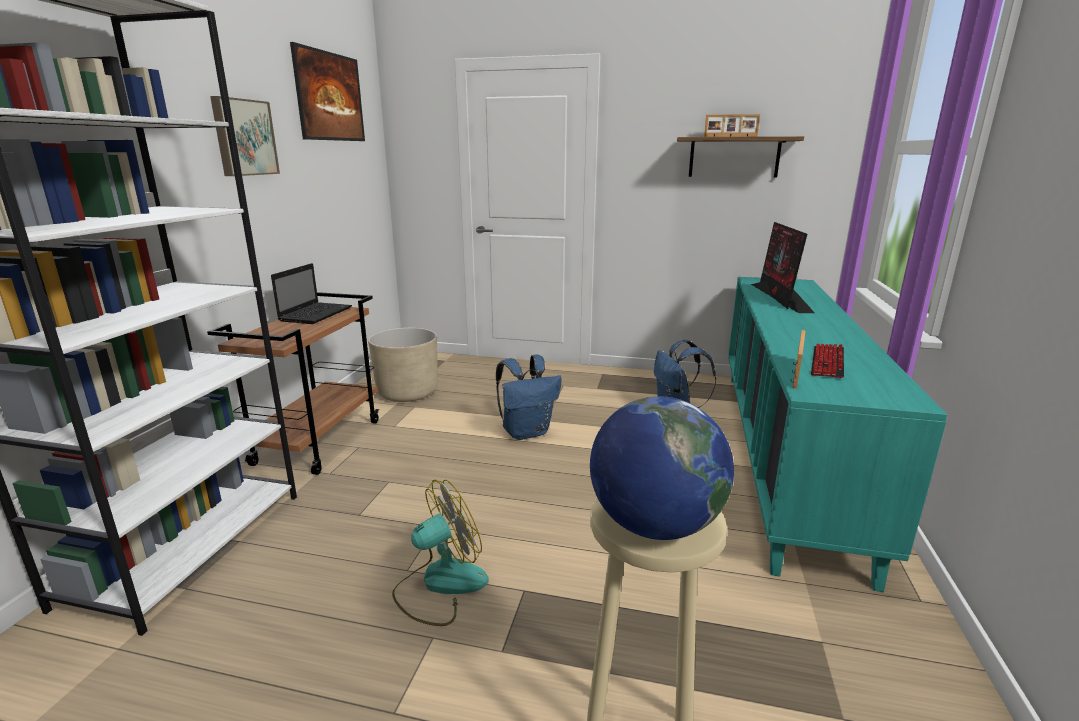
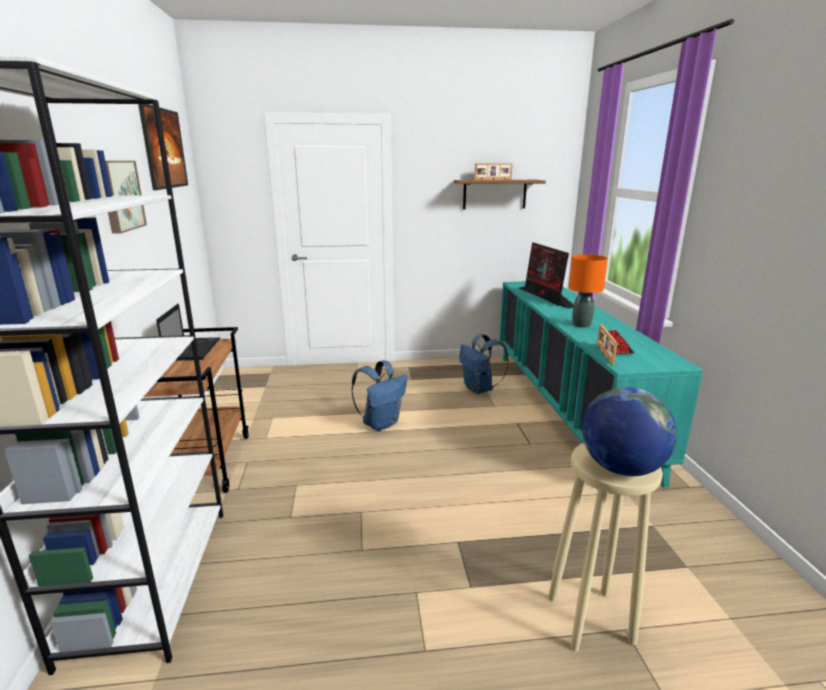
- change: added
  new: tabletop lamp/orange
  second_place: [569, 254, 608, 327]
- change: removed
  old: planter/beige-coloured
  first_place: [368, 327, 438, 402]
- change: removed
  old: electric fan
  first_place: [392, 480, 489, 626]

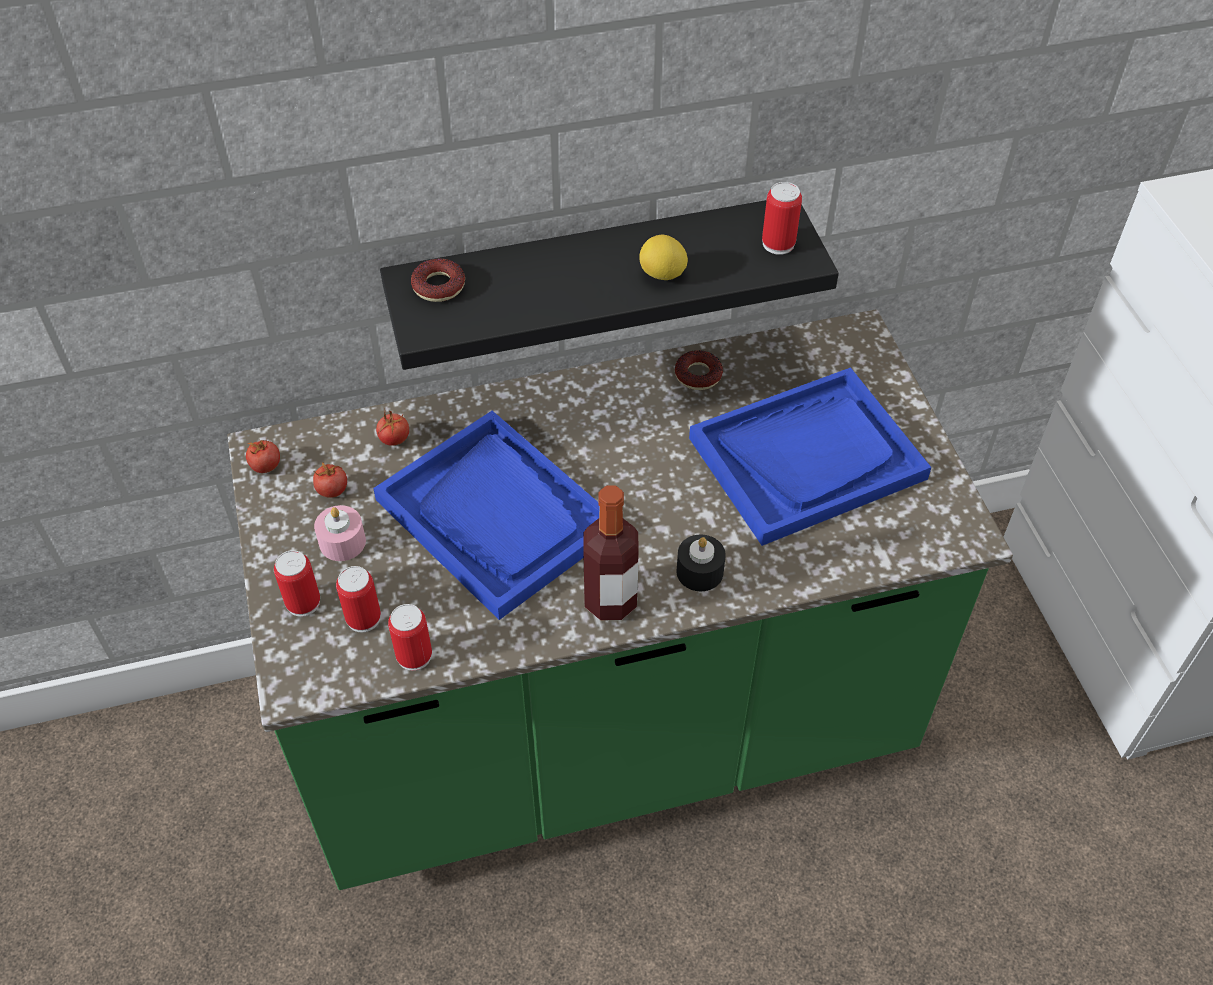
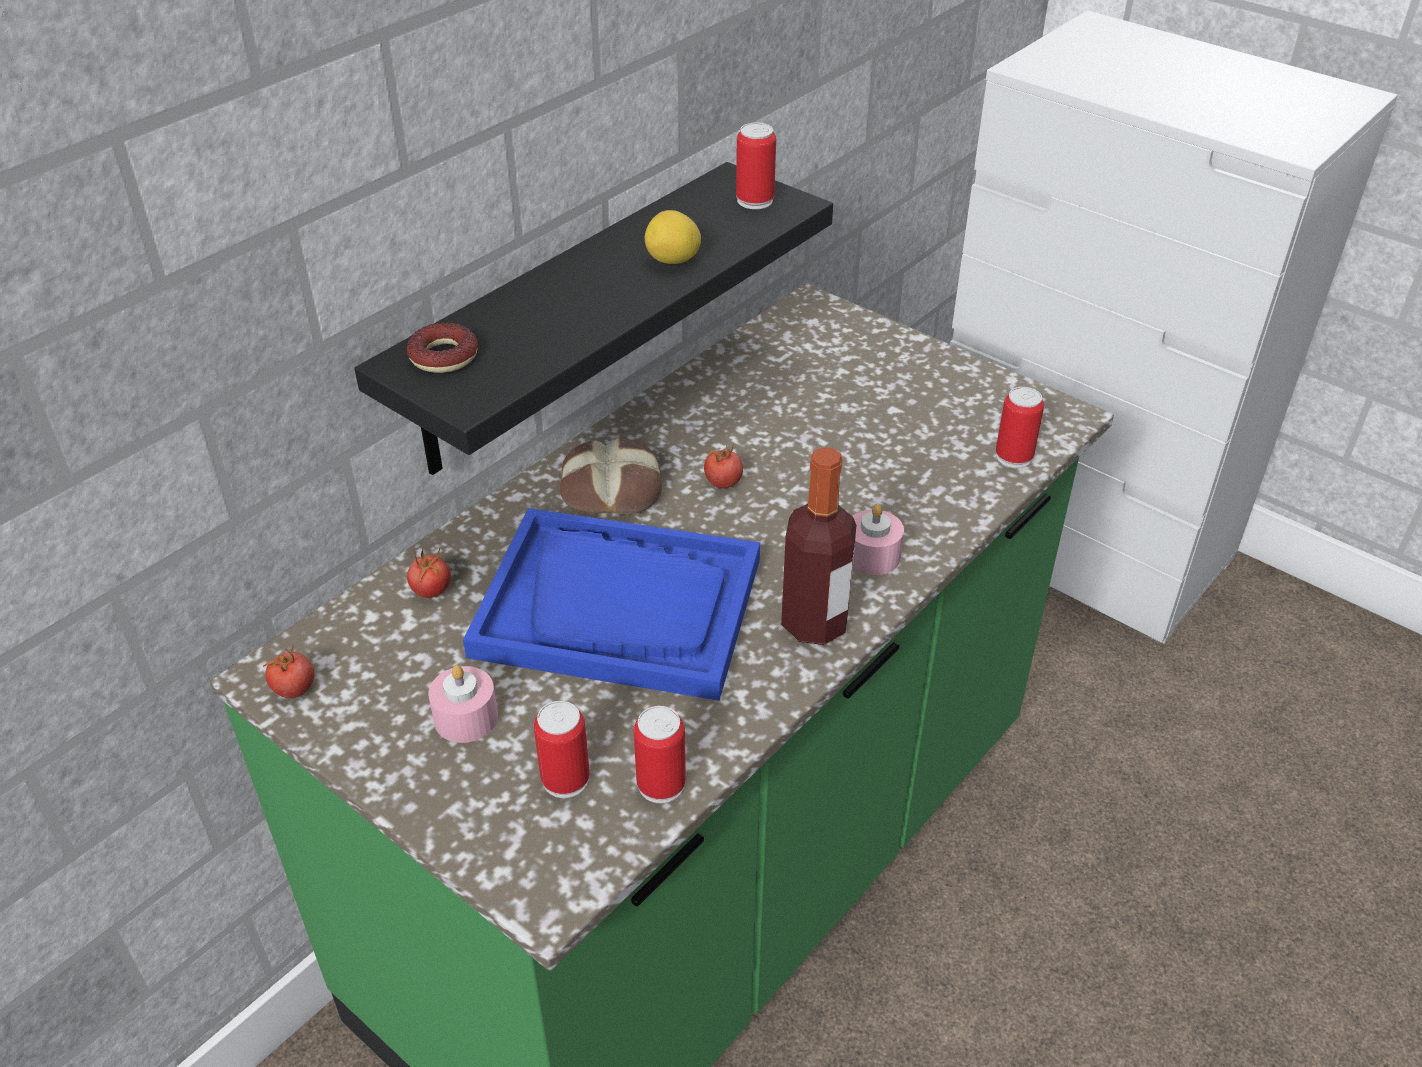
- change: added
  new: bakery bread
  second_place: [560, 438, 662, 515]
- change: moved
  old: fresh tomato
  first_place: [313, 462, 347, 498]
  second_place: [704, 444, 743, 488]
- change: recoloured
  old: wax candle/blackish
  new: wax candle/pink
  first_place: [676, 534, 726, 591]
  second_place: [853, 504, 904, 575]
- change: moved
  old: can
  first_place: [274, 550, 320, 617]
  second_place: [996, 387, 1044, 468]
- change: removed
  old: ring doughnut
  first_place: [675, 350, 723, 390]
- change: removed
  old: tray/bluish
  first_place: [689, 367, 932, 546]

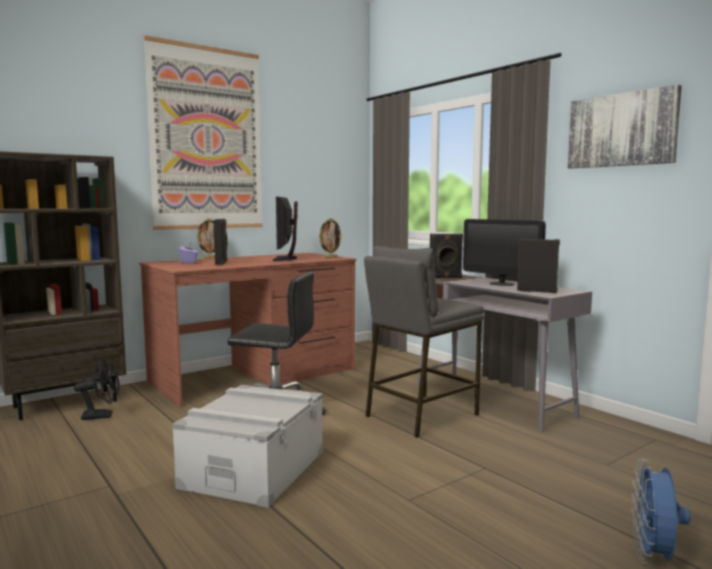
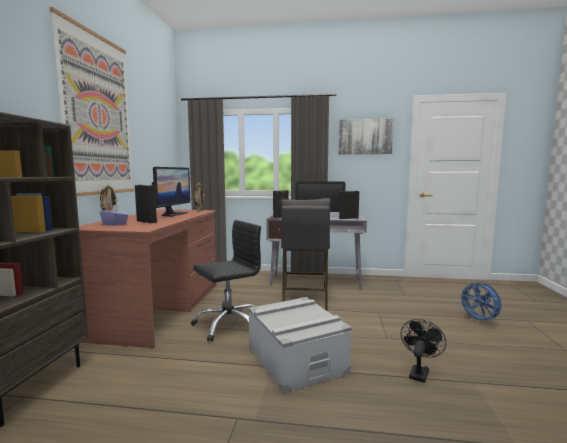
- change: turned
  old: monitor
  first_place: [273, 197, 298, 261]
  second_place: [152, 167, 191, 217]
  degrees: -120
- change: moved
  old: electric fan/blackish
  first_place: [74, 359, 119, 420]
  second_place: [400, 319, 446, 383]

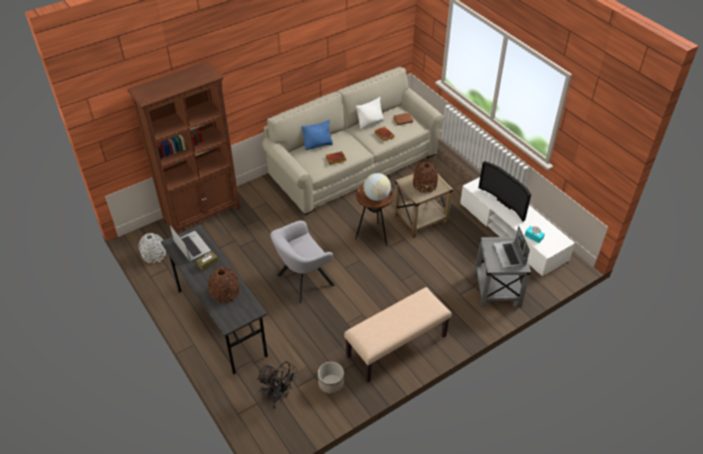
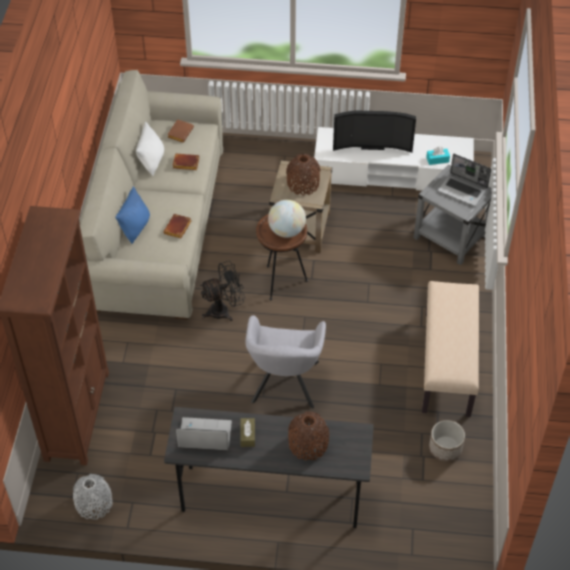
- change: moved
  old: electric fan/blackish
  first_place: [256, 361, 297, 408]
  second_place: [200, 261, 245, 321]

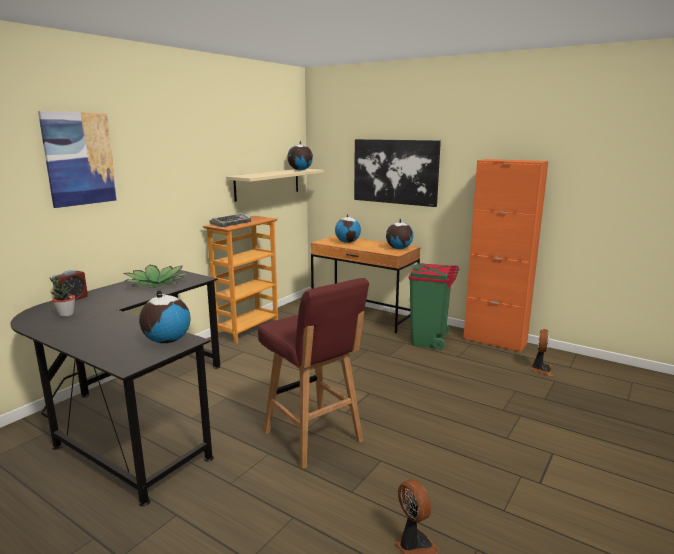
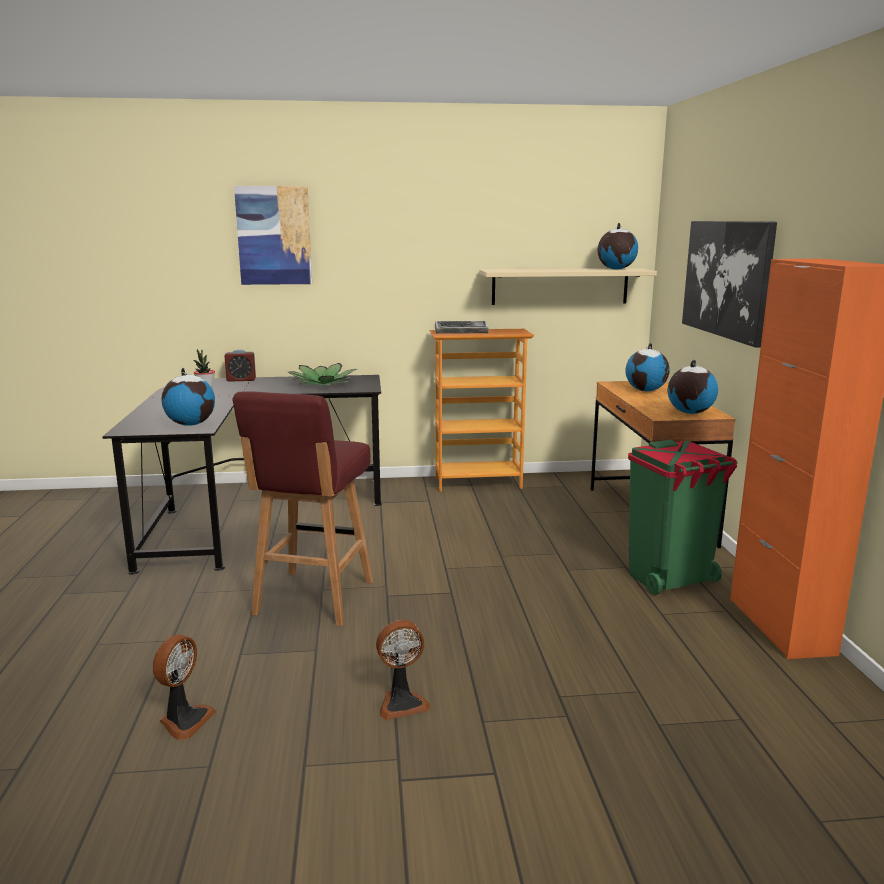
- change: moved
  old: electric fan
  first_place: [531, 329, 553, 376]
  second_place: [376, 620, 431, 720]

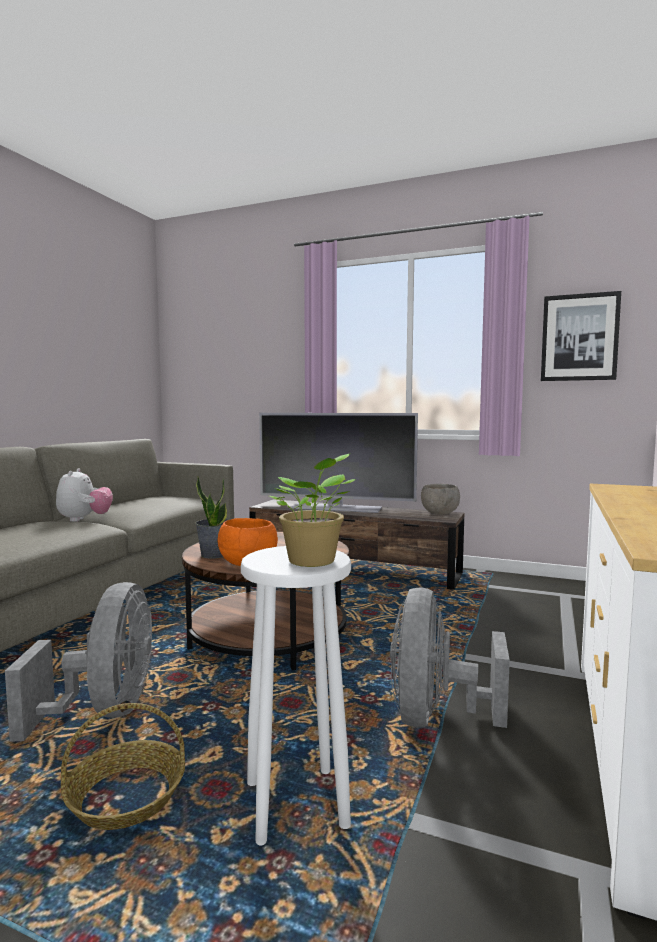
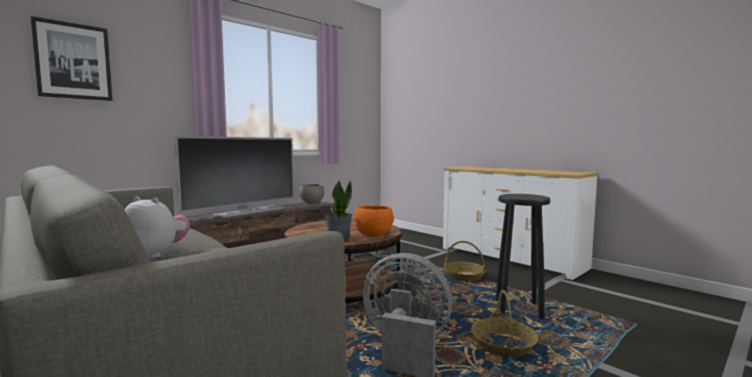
- change: moved
  old: picture
  first_place: [541, 291, 621, 381]
  second_place: [31, 16, 112, 101]
- change: replaced
  old: electric fan/greyish
  new: household basket
  first_place: [390, 587, 510, 728]
  second_place: [443, 241, 487, 281]
- change: recoloured
  old: stool/white
  new: stool/blackish
  first_place: [241, 546, 351, 846]
  second_place: [496, 194, 550, 319]
- change: removed
  old: houseplant
  first_place: [269, 454, 356, 567]

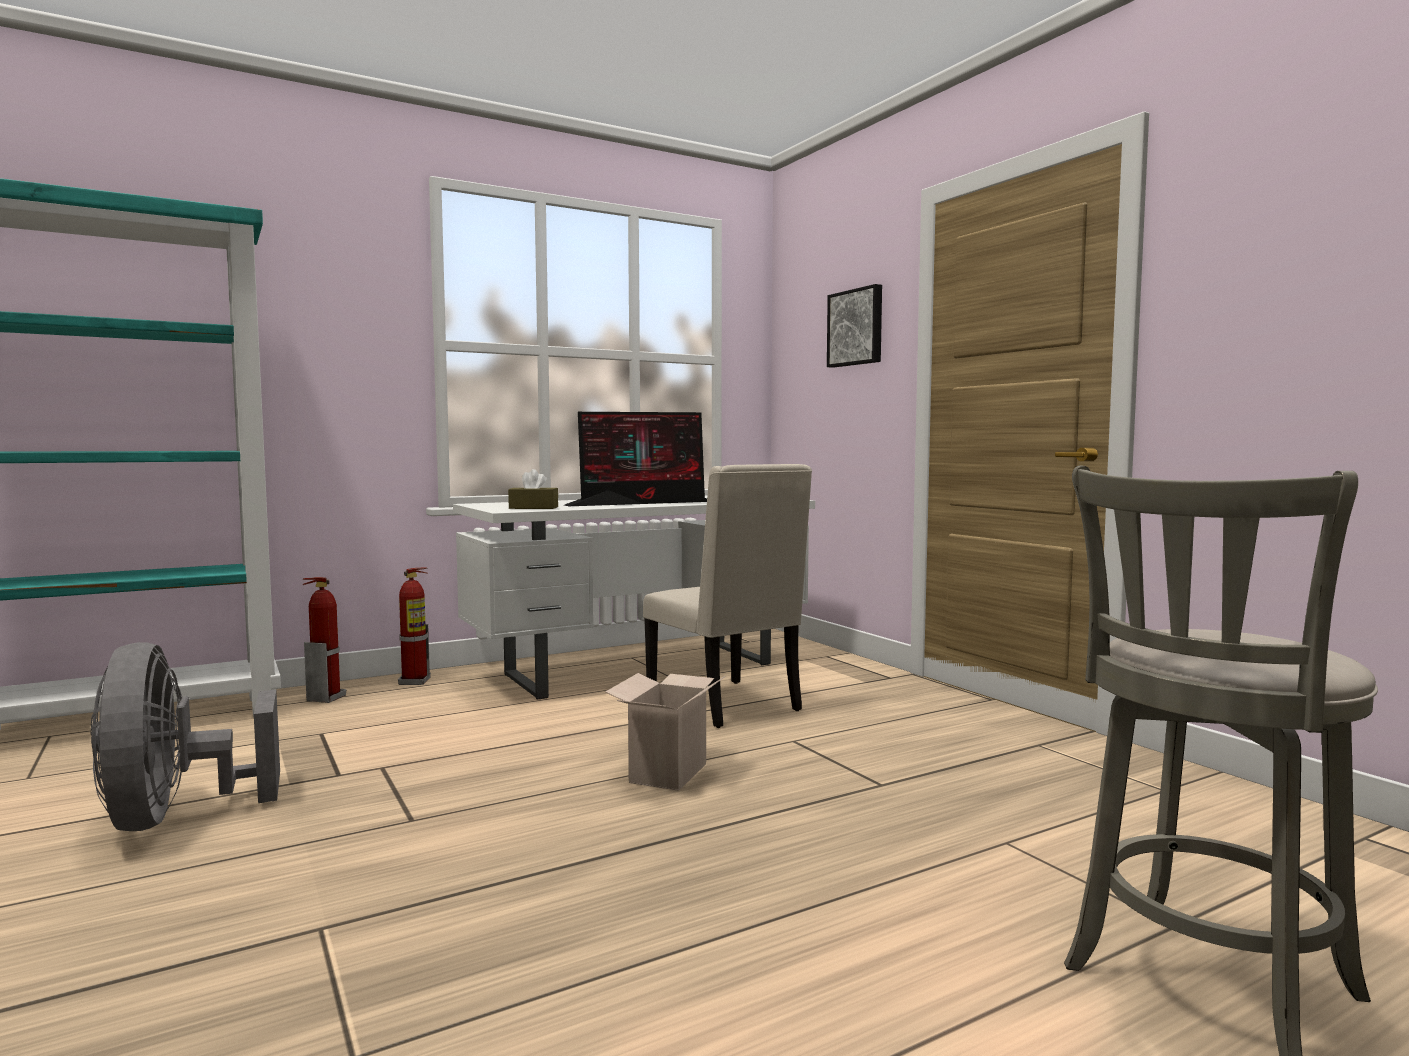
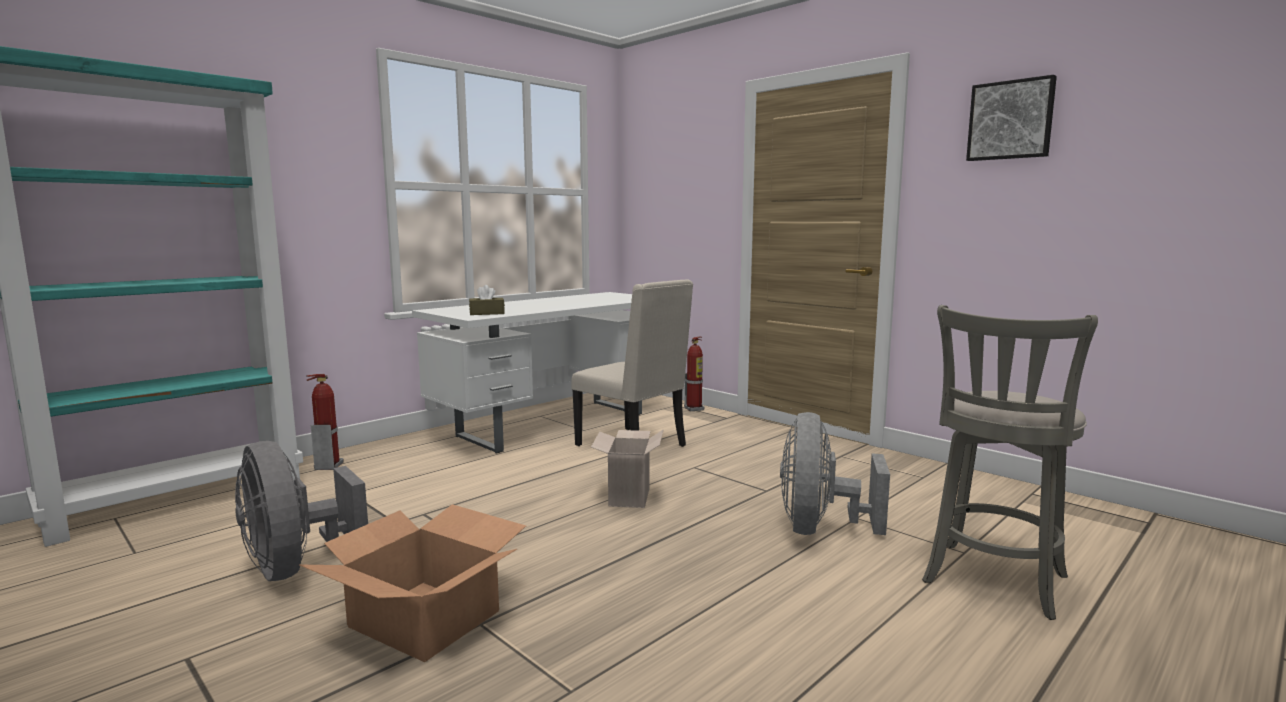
- change: added
  new: carton
  second_place: [299, 504, 526, 662]
- change: moved
  old: fire extinguisher
  first_place: [398, 567, 431, 685]
  second_place: [684, 337, 705, 411]
- change: added
  new: electric fan/greyish
  second_place: [780, 412, 890, 535]
- change: moved
  old: picture
  first_place: [827, 284, 882, 368]
  second_place: [966, 75, 1057, 161]
- change: removed
  old: monitor
  first_place: [565, 412, 707, 506]

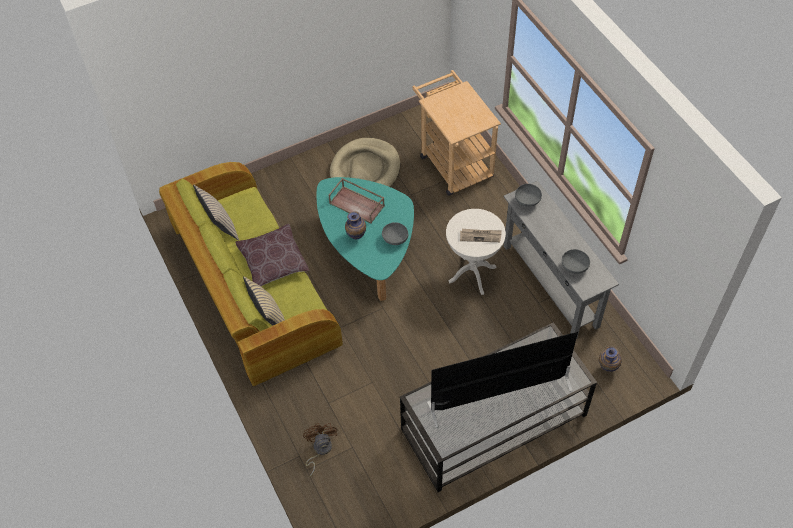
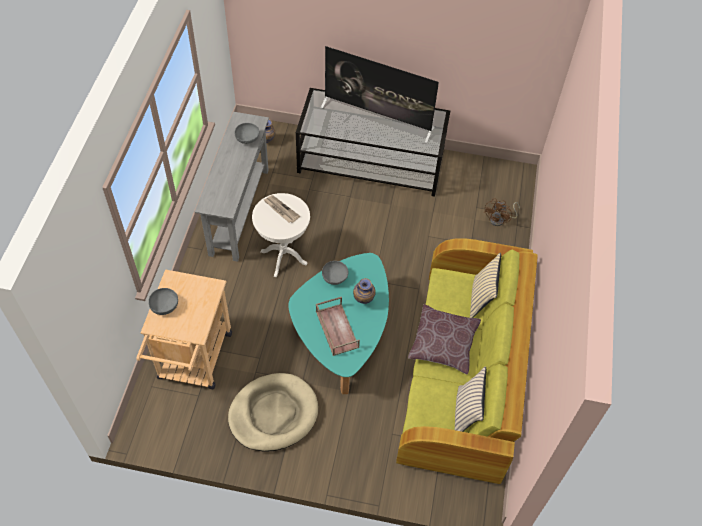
- change: moved
  old: serving bowl/greyish
  first_place: [515, 184, 542, 207]
  second_place: [148, 288, 178, 315]

